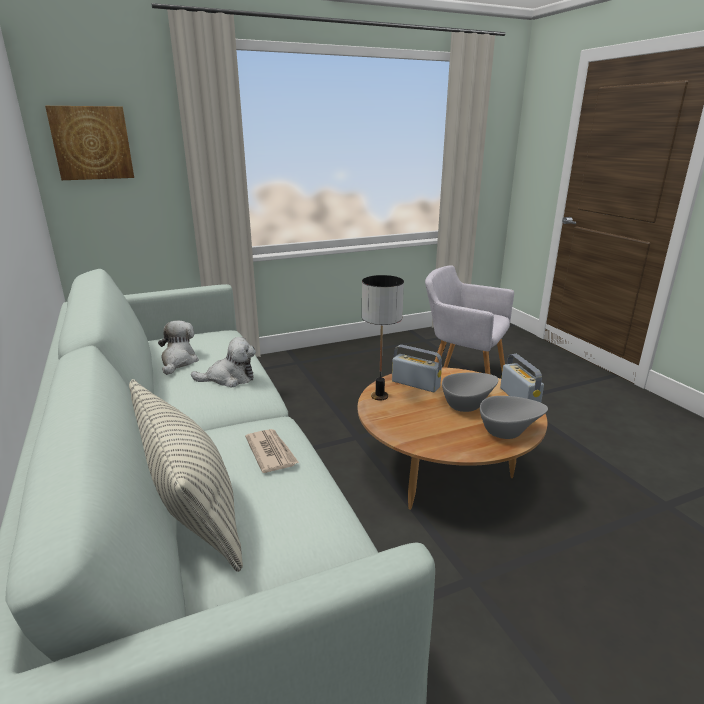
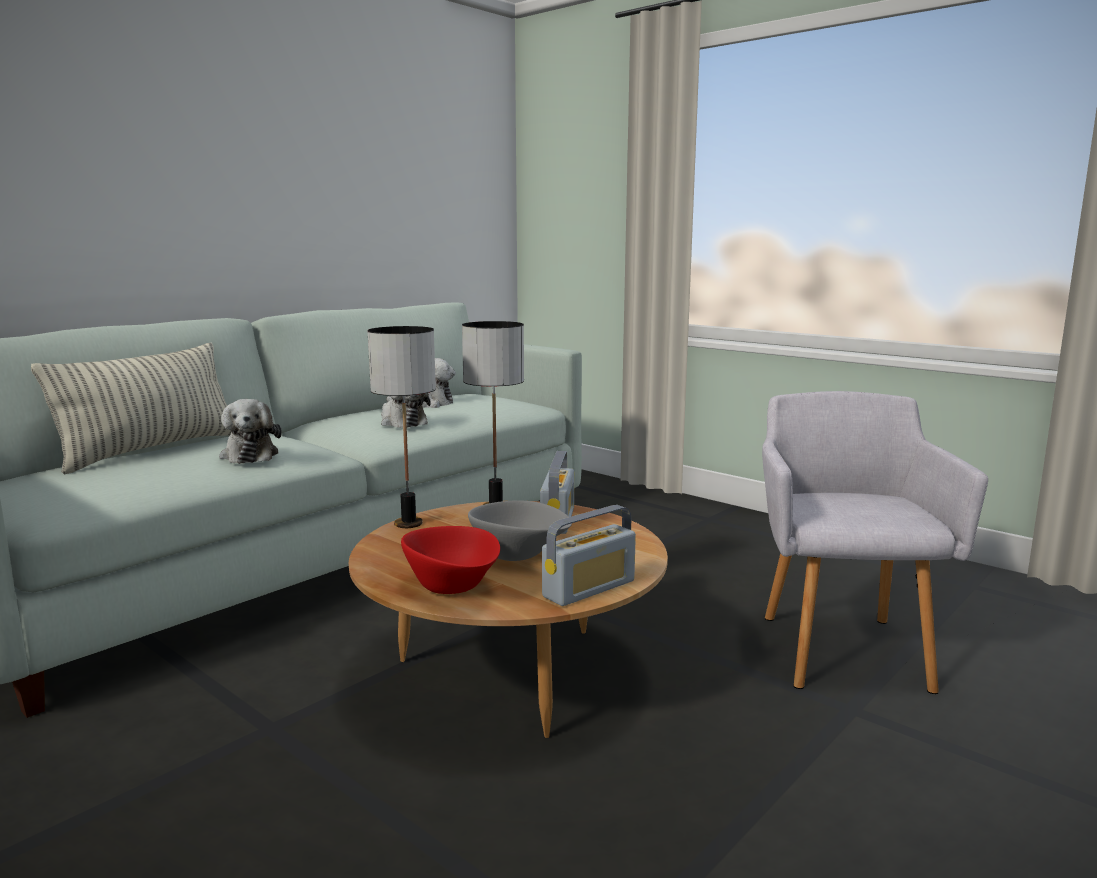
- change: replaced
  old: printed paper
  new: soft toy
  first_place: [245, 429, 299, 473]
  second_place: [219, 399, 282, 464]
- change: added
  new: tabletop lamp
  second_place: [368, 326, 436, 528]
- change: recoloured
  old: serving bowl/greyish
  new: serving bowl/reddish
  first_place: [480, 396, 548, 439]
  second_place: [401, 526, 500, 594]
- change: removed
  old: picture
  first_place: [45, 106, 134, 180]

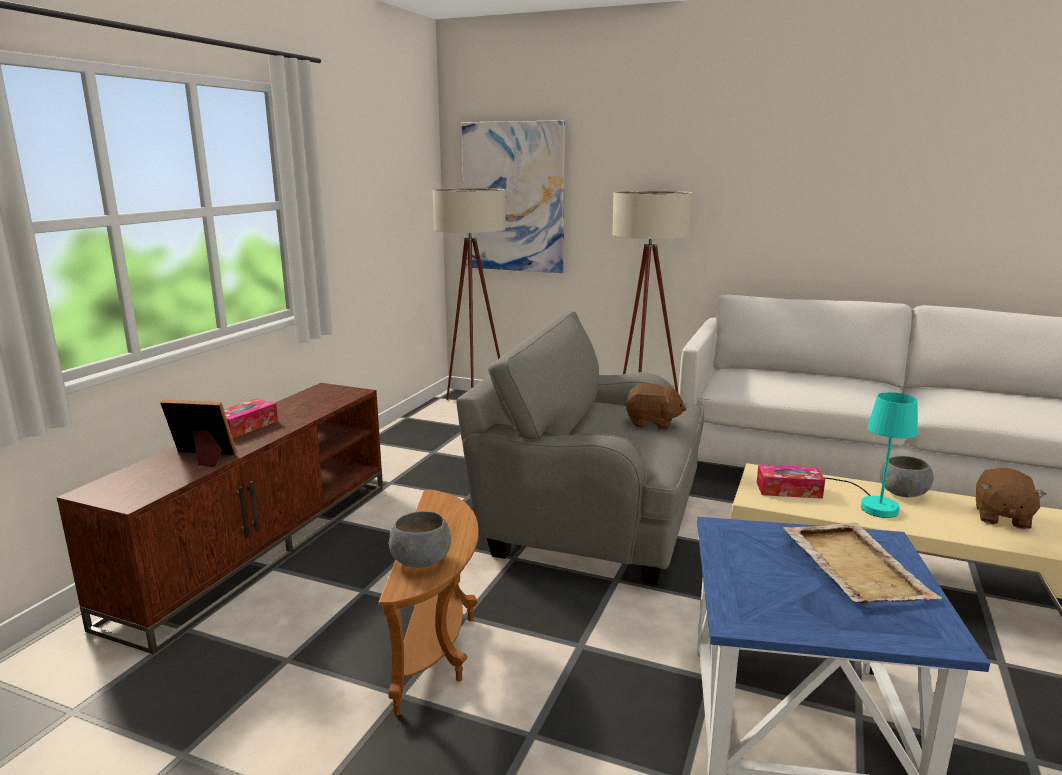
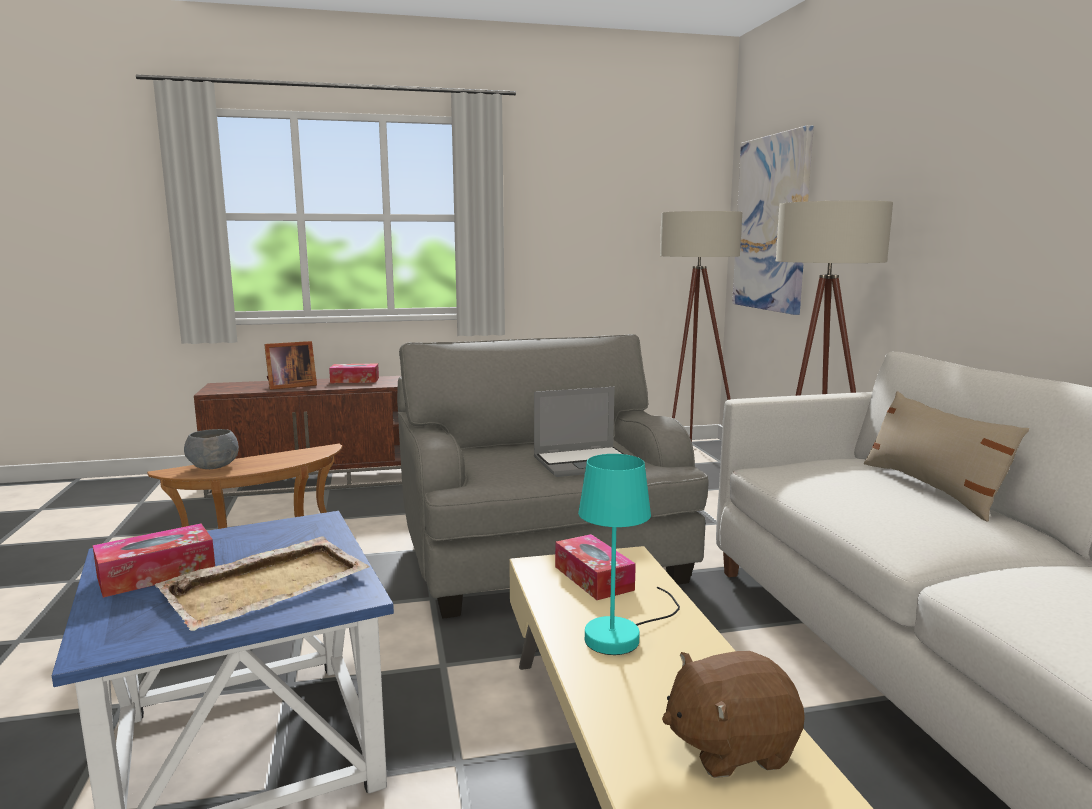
- change: added
  new: box of tissues
  second_place: [93, 524, 215, 598]
- change: turned
  old: photo frame
  first_place: [160, 400, 237, 467]
  second_place: [264, 341, 317, 390]
  degrees: 90
- change: replaced
  old: soft toy/brown-coloured
  new: laptop
  first_place: [625, 383, 686, 430]
  second_place: [534, 387, 624, 477]
- change: added
  new: pillow/beige-coloured
  second_place: [864, 391, 1029, 522]
- change: removed
  old: serving bowl/greyish
  first_place: [880, 456, 934, 497]

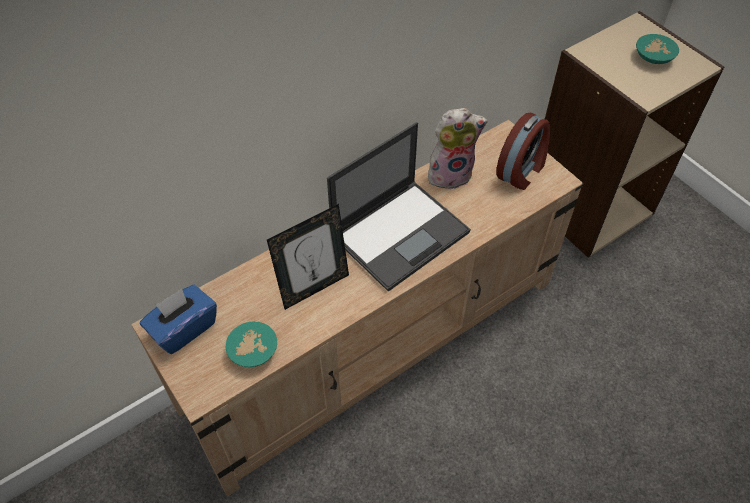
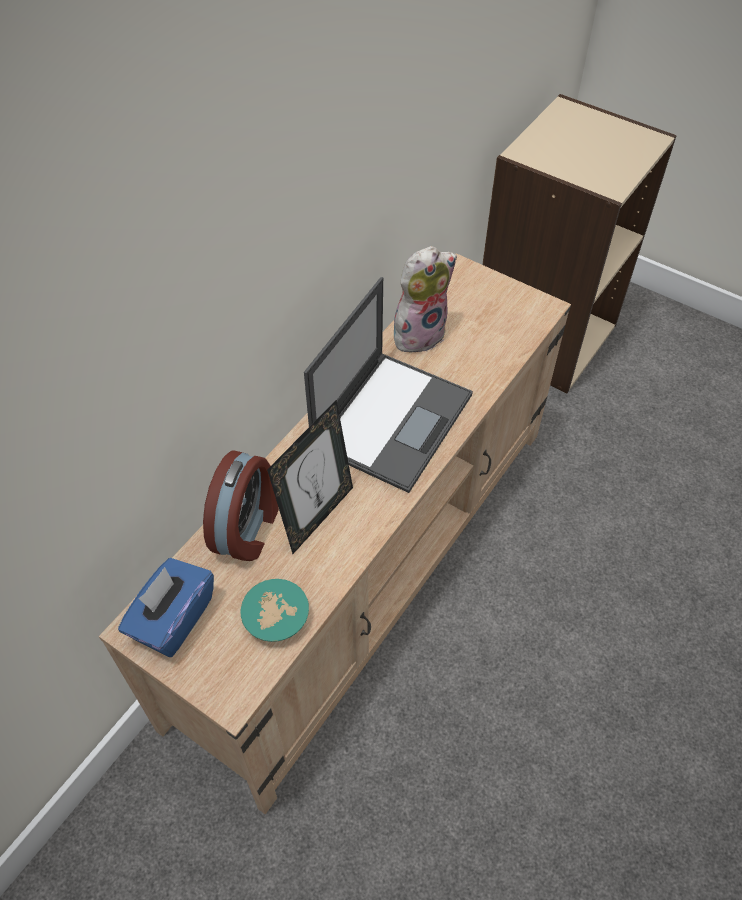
- change: moved
  old: alarm clock
  first_place: [496, 113, 550, 190]
  second_place: [203, 450, 279, 561]
- change: removed
  old: serving bowl/blue-green
  first_place: [636, 34, 679, 64]

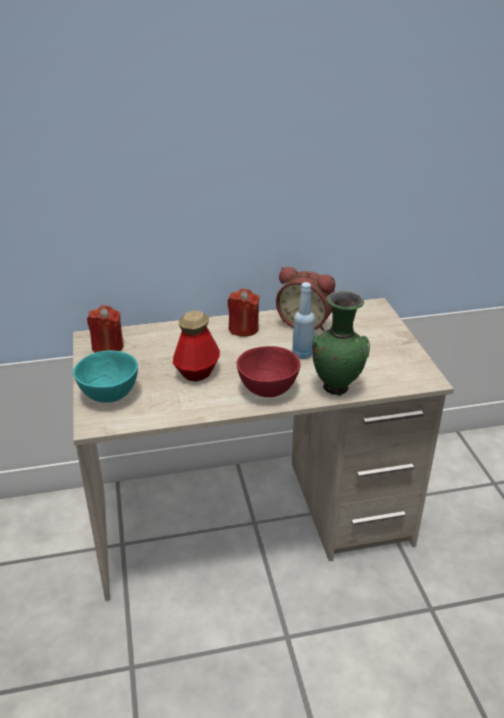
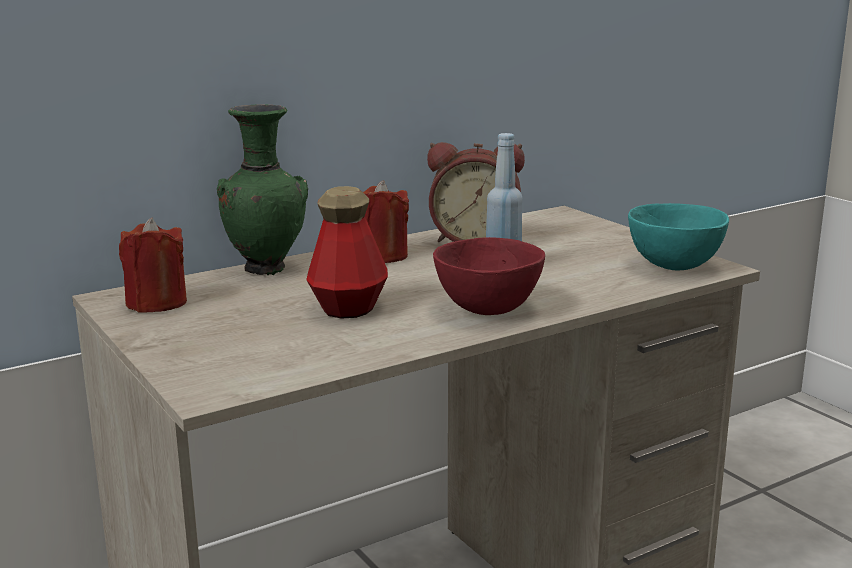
- change: moved
  old: decorative vase/green
  first_place: [312, 291, 370, 396]
  second_place: [217, 104, 308, 276]
- change: moved
  old: serving bowl/blue-green
  first_place: [73, 350, 138, 403]
  second_place: [628, 203, 729, 270]

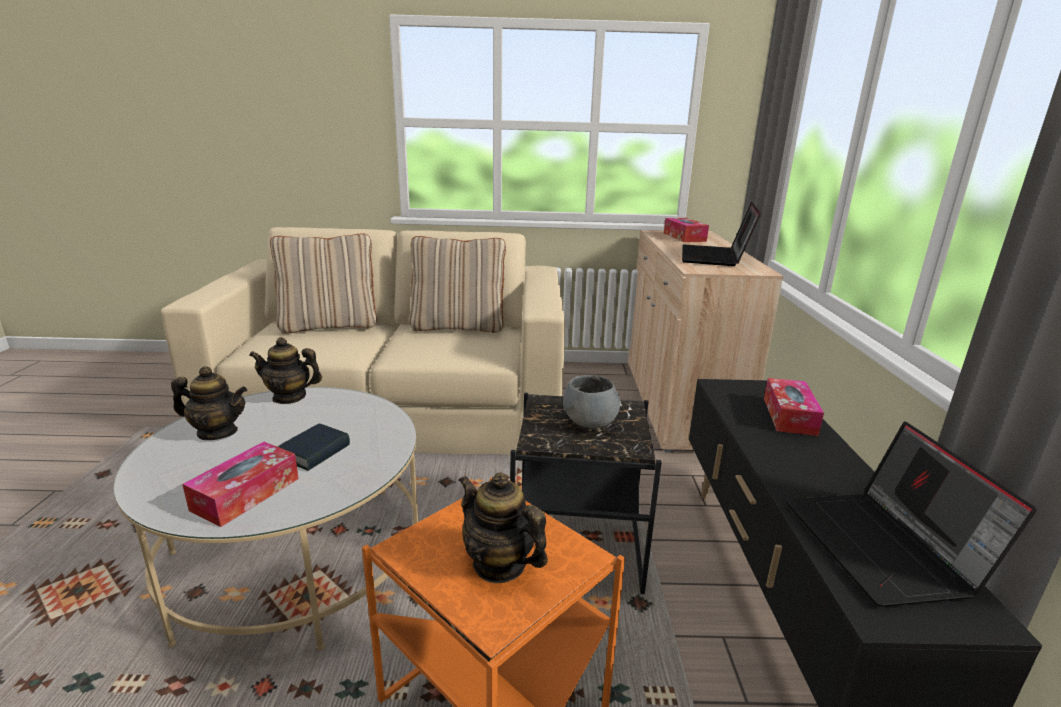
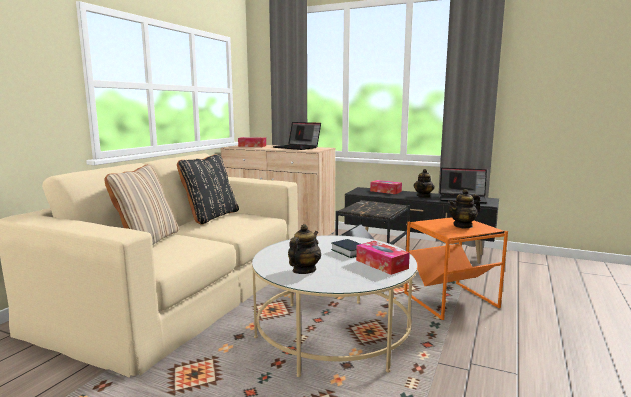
- change: recoloured
  old: pillow/beige-coloured
  new: pillow/blackish
  first_place: [409, 236, 506, 333]
  second_place: [177, 154, 239, 225]
- change: moved
  old: teapot
  first_place: [249, 337, 322, 404]
  second_place: [413, 169, 435, 198]
- change: removed
  old: serving bowl/greyish
  first_place: [563, 375, 620, 428]

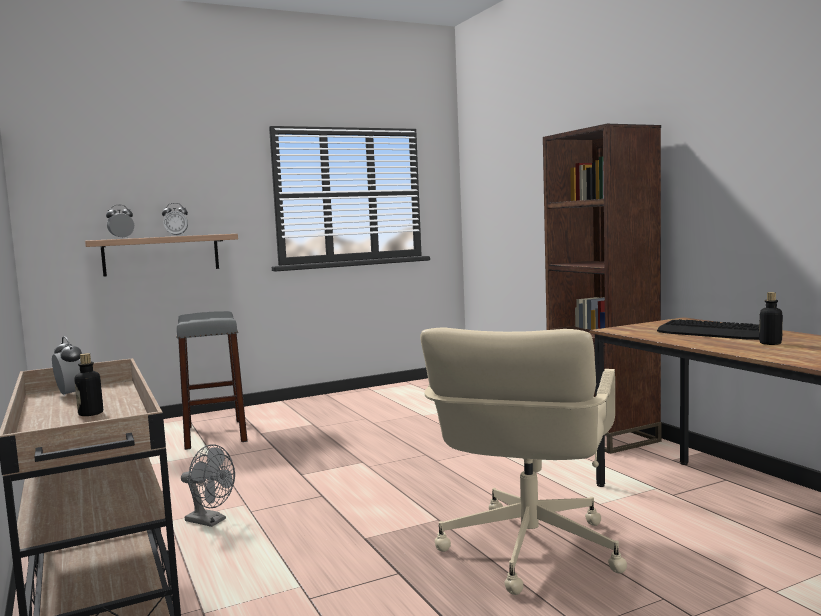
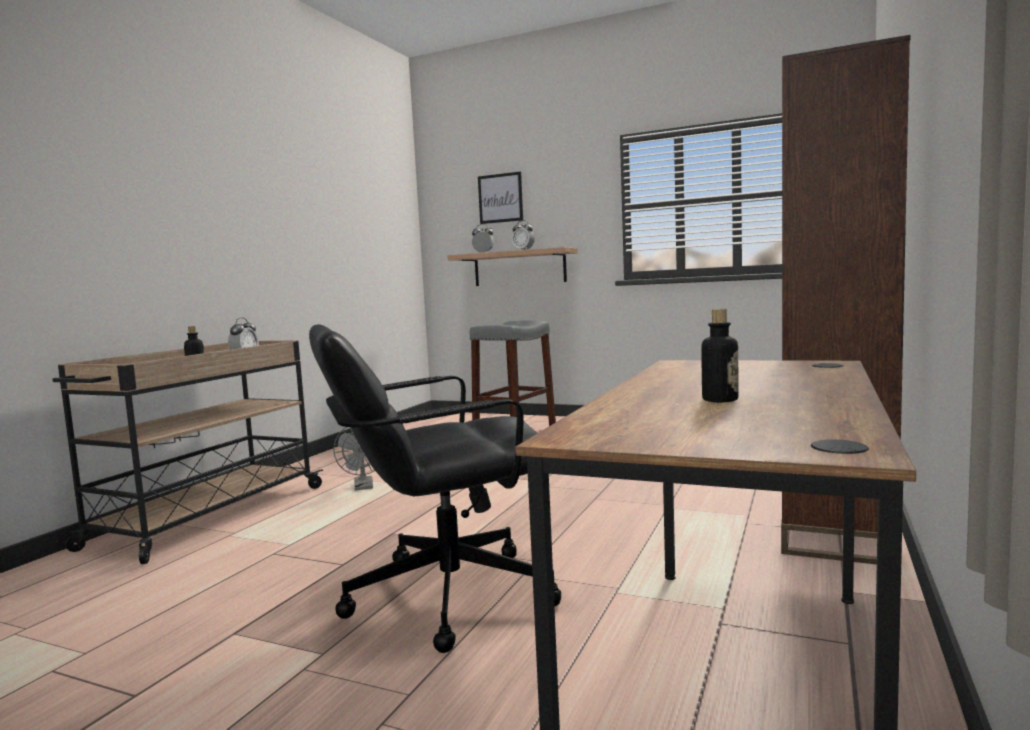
- change: recoloured
  old: computer chair/beige-coloured
  new: computer chair/blackish
  first_place: [420, 328, 627, 595]
  second_place: [309, 324, 561, 653]
- change: added
  new: picture
  second_place: [478, 171, 523, 224]
- change: removed
  old: PC keyboard
  first_place: [657, 319, 760, 340]

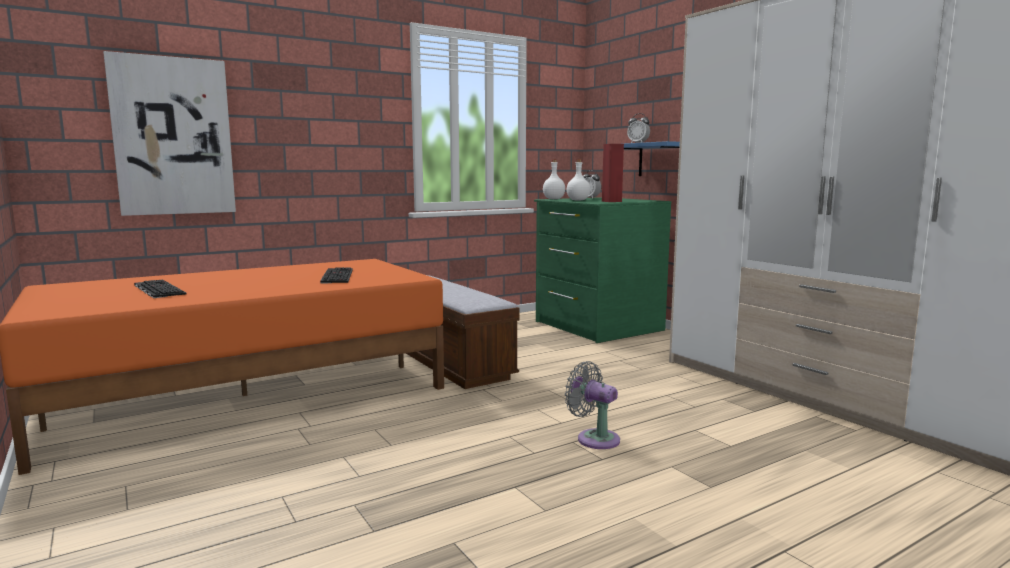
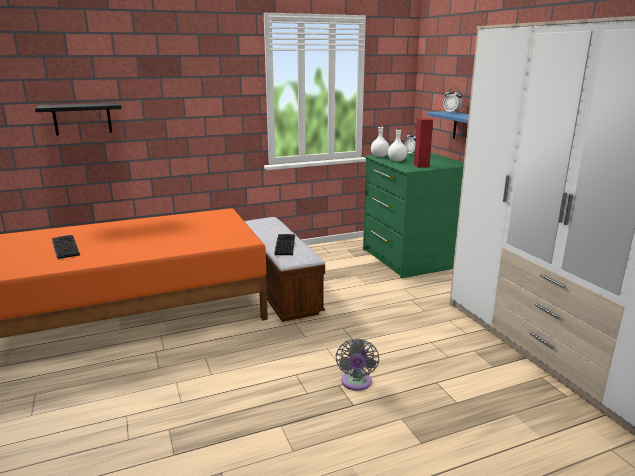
- change: replaced
  old: picture
  new: shelf/blackish
  first_place: [103, 51, 236, 216]
  second_place: [35, 102, 122, 135]
- change: moved
  old: PC keyboard
  first_place: [320, 267, 353, 284]
  second_place: [274, 234, 295, 255]
- change: turned
  old: electric fan/greyish
  first_place: [565, 361, 620, 449]
  second_place: [336, 338, 379, 391]
  degrees: -135

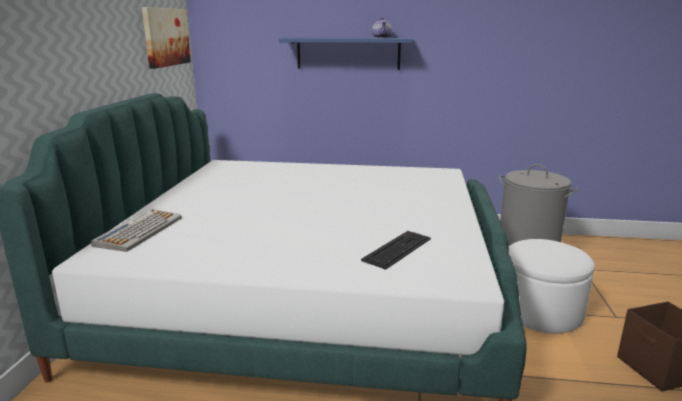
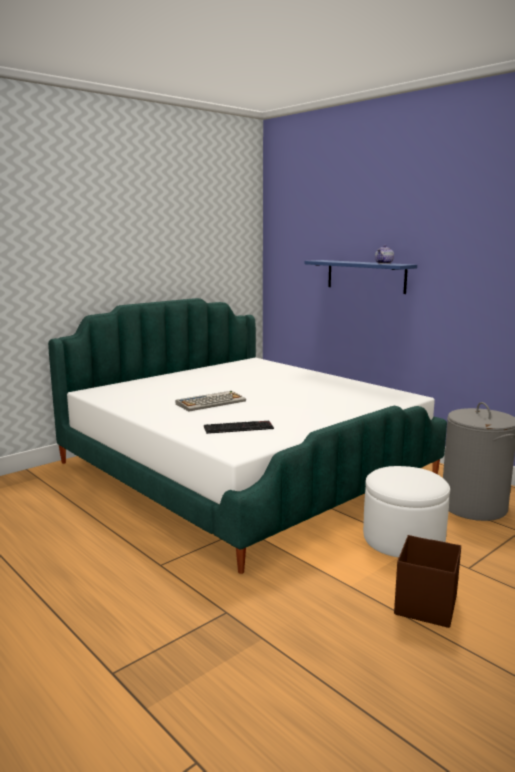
- change: moved
  old: PC keyboard
  first_place: [91, 209, 182, 252]
  second_place: [176, 391, 246, 411]
- change: removed
  old: picture
  first_place: [142, 7, 191, 69]

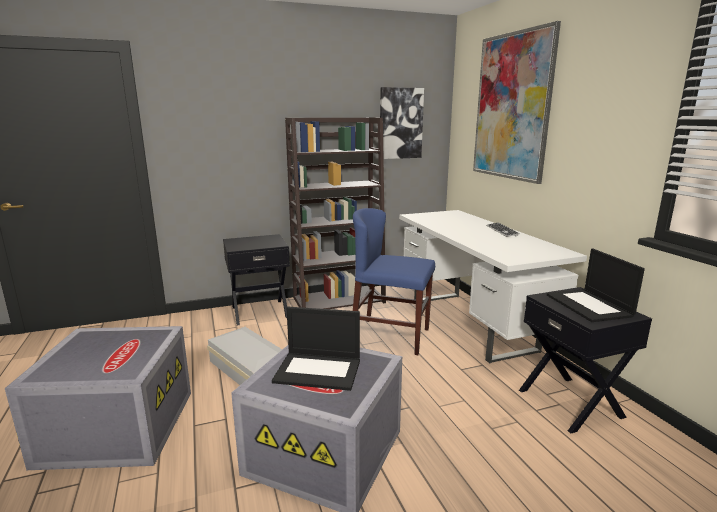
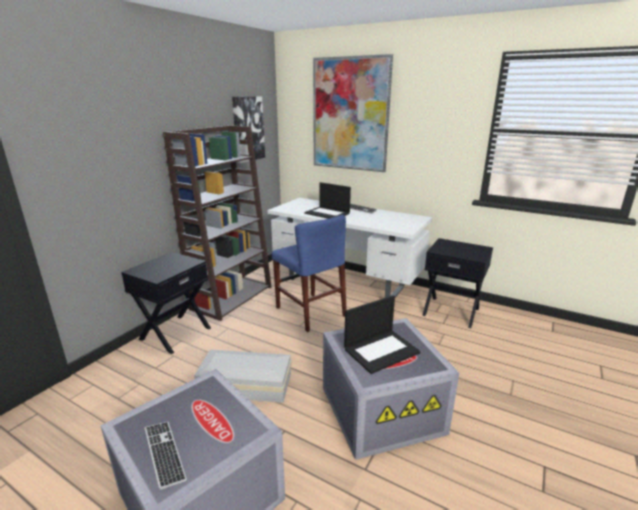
- change: added
  new: PC keyboard
  second_place: [145, 422, 187, 490]
- change: turned
  old: plain chair/bluish
  first_place: [353, 208, 435, 355]
  second_place: [272, 215, 346, 332]
  degrees: -105
- change: moved
  old: laptop
  first_place: [547, 249, 645, 322]
  second_place: [304, 182, 351, 219]

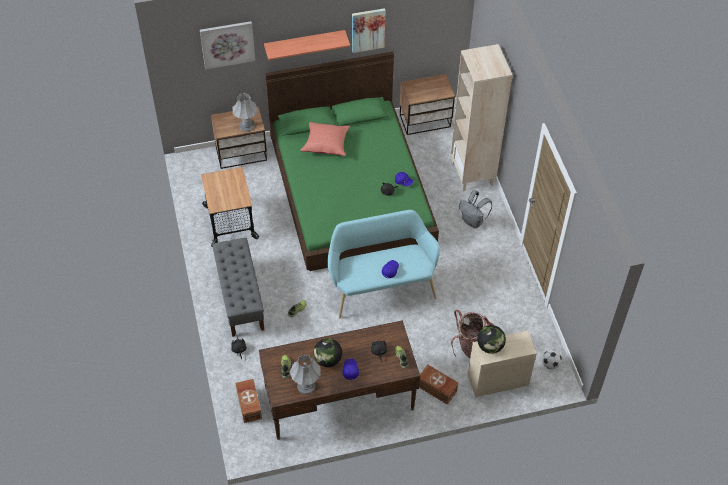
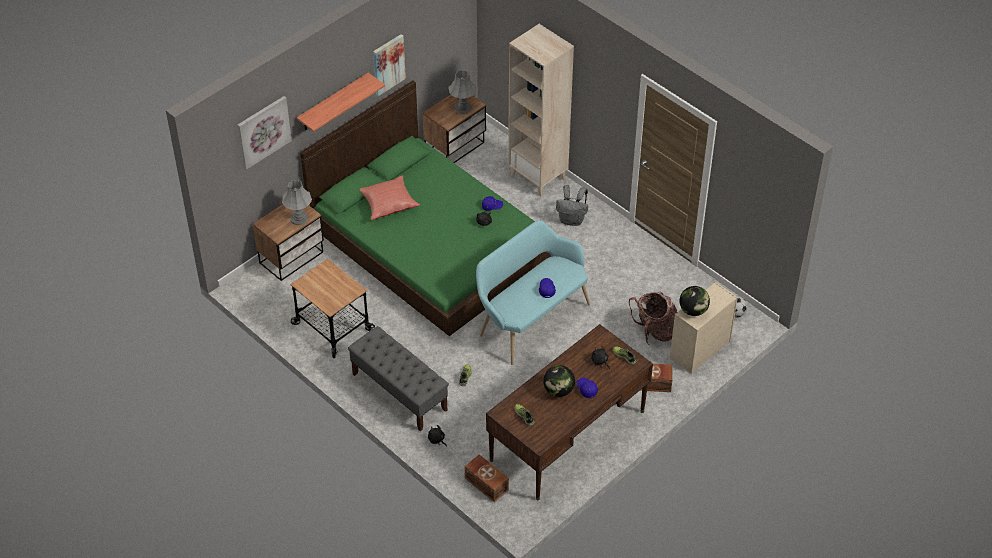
- change: moved
  old: tabletop lamp/greyish
  first_place: [290, 354, 321, 394]
  second_place: [448, 70, 477, 114]

